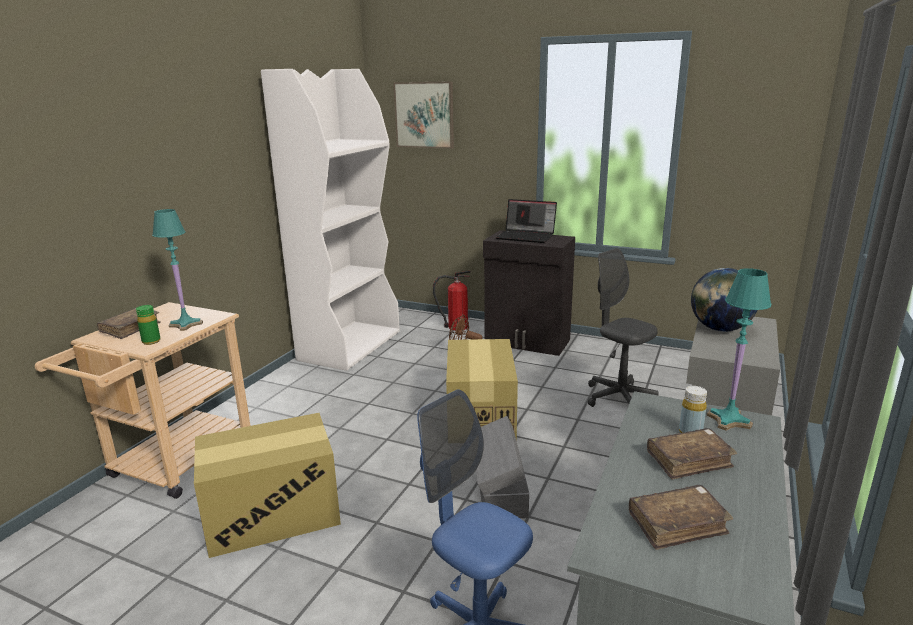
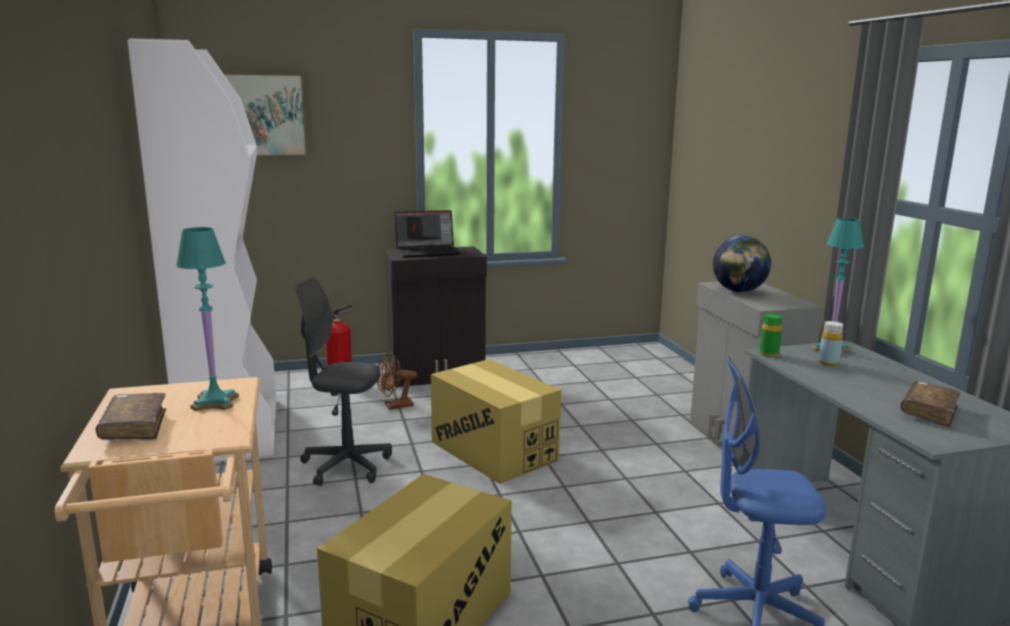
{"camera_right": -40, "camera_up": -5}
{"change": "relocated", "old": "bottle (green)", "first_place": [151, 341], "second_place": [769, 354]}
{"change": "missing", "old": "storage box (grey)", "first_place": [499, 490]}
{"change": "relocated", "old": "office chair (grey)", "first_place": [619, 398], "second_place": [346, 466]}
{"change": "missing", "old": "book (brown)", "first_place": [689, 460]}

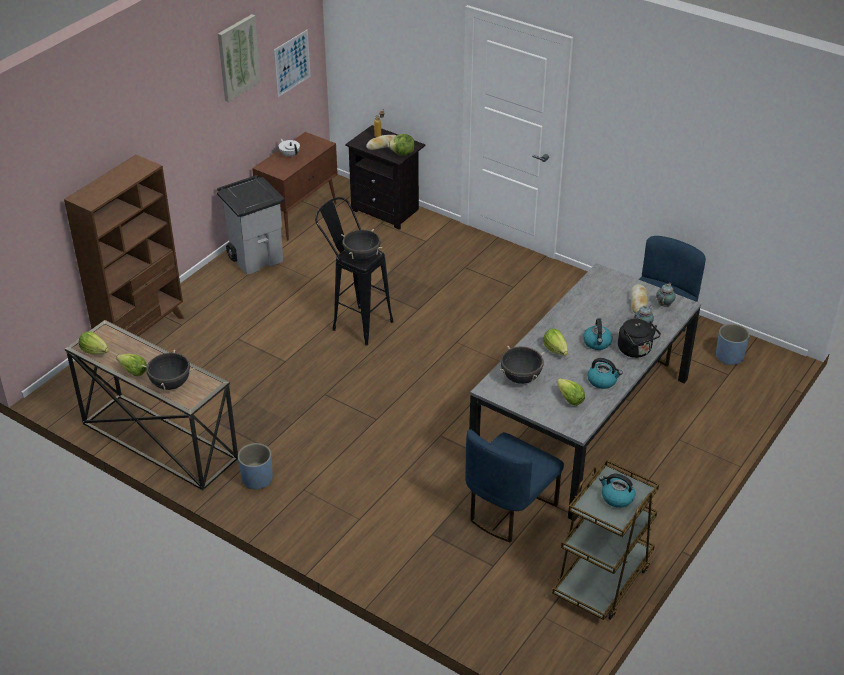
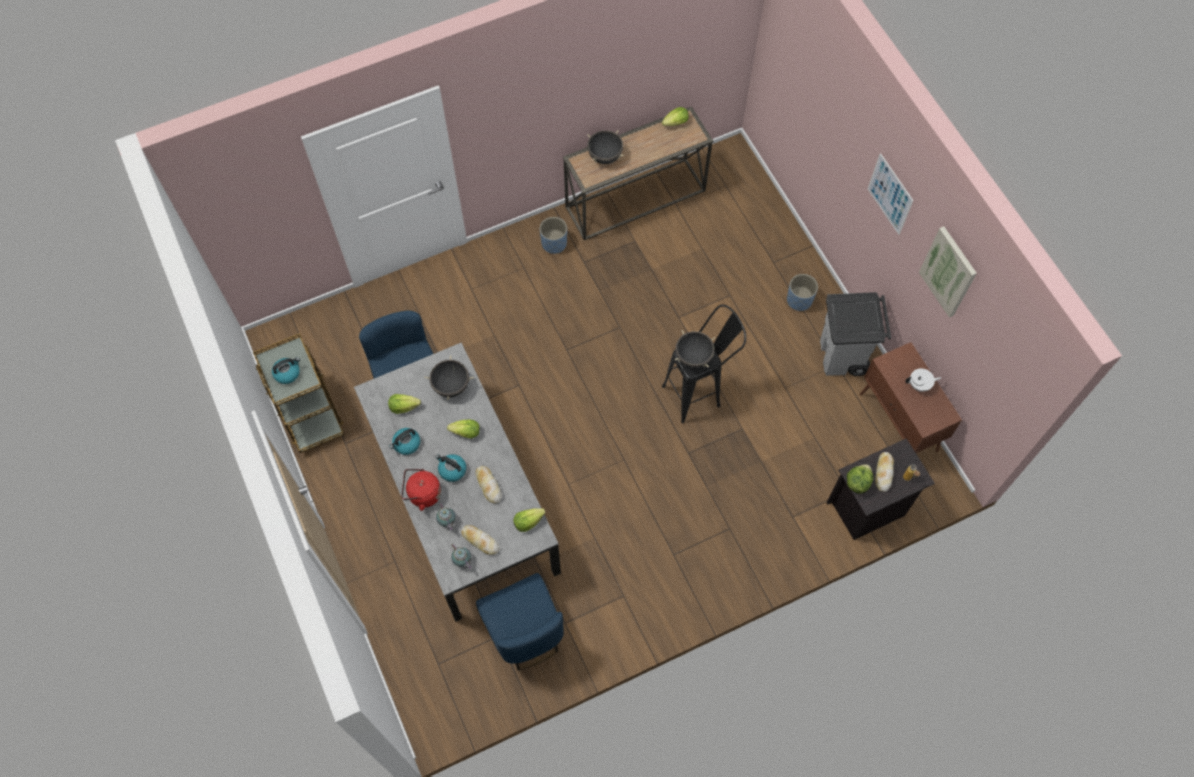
{"camera_right": 120, "camera_up": 25}
{"change": "missing", "old": "bookcase (brown)", "first_place": [142, 333]}
{"change": "relocated", "old": "lettuce", "first_place": [133, 372], "second_place": [528, 521]}
{"change": "relocated", "old": "picture", "first_place": [292, 63], "second_place": [890, 194]}
{"change": "colour", "old": "kettle (black)", "new": "kettle (red)", "first_place": [636, 351], "second_place": [422, 494]}
{"change": "relocated", "old": "planter (blue)", "first_place": [729, 356], "second_place": [799, 300]}
{"change": "appeared", "new": "bread", "second_place": [488, 485]}

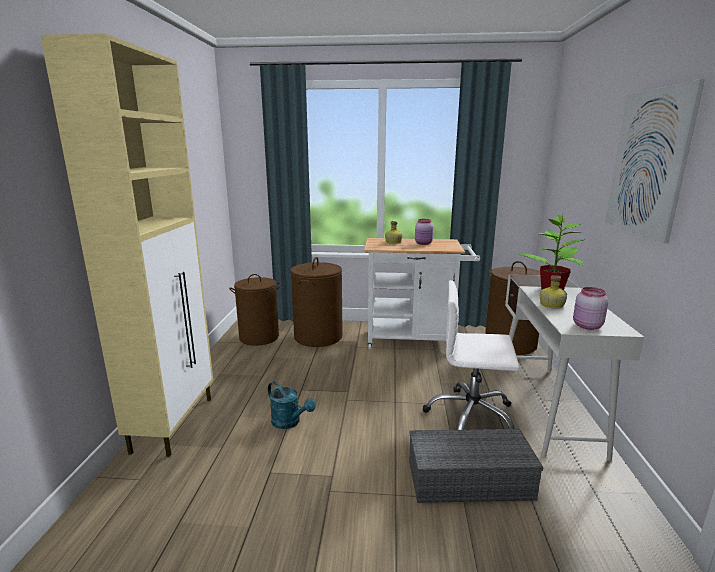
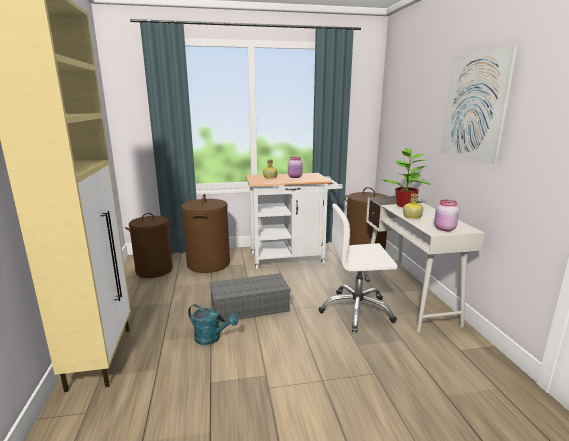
{"camera_right": -15, "camera_up": 0}
{"change": "relocated", "old": "storage box (grey)", "first_place": [470, 478], "second_place": [251, 306]}

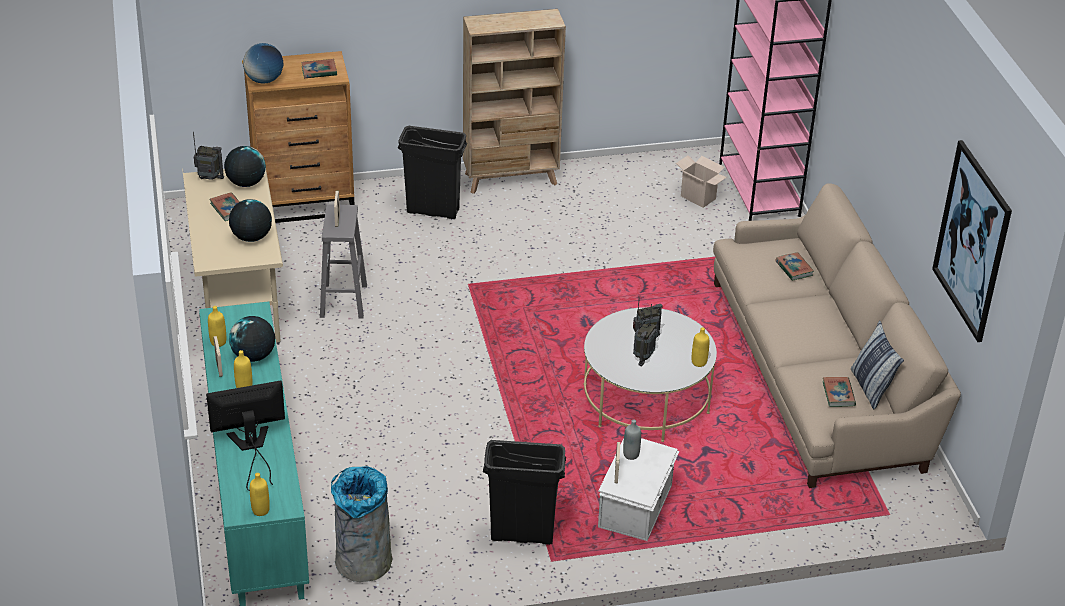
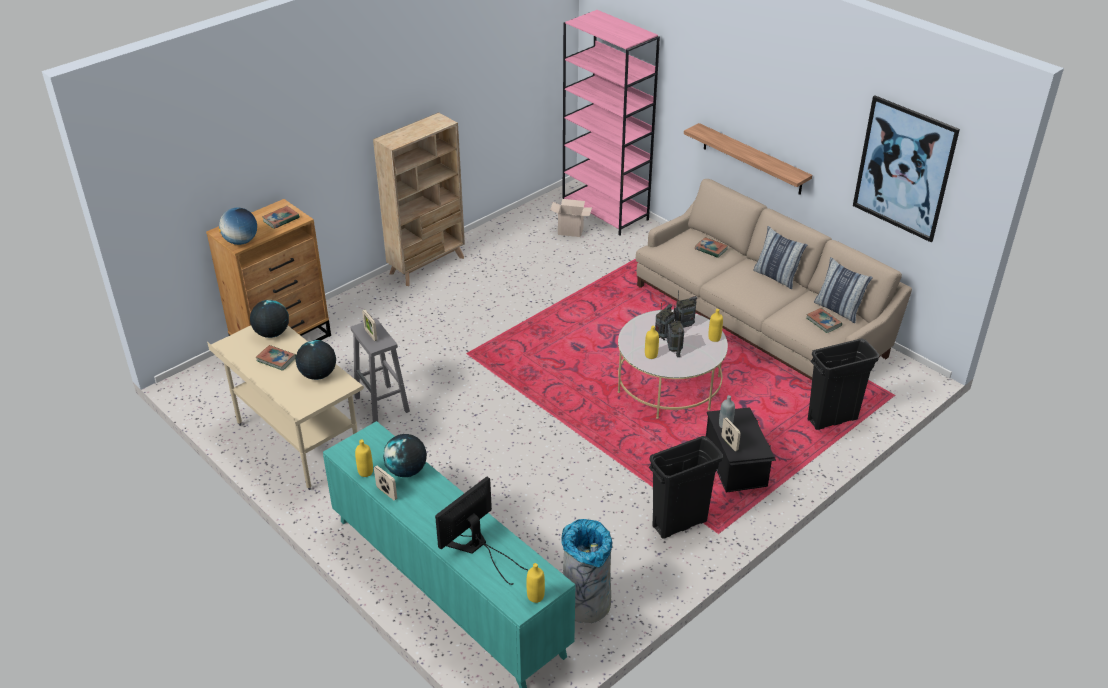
{"camera_right": -30, "camera_up": 0}
{"change": "relocated", "old": "radio", "first_place": [209, 178], "second_place": [684, 326]}
{"change": "relocated", "old": "bottle (yellow)", "first_place": [244, 387], "second_place": [651, 355]}
{"change": "relocated", "old": "trash can (black)", "first_place": [433, 211], "second_place": [832, 419]}
{"change": "colour", "old": "storage box (white)", "new": "storage box (black)", "first_place": [636, 506], "second_place": [736, 464]}
{"change": "appeared", "new": "shelf", "second_place": [752, 159]}
{"change": "appeared", "new": "pillow", "second_place": [776, 277]}

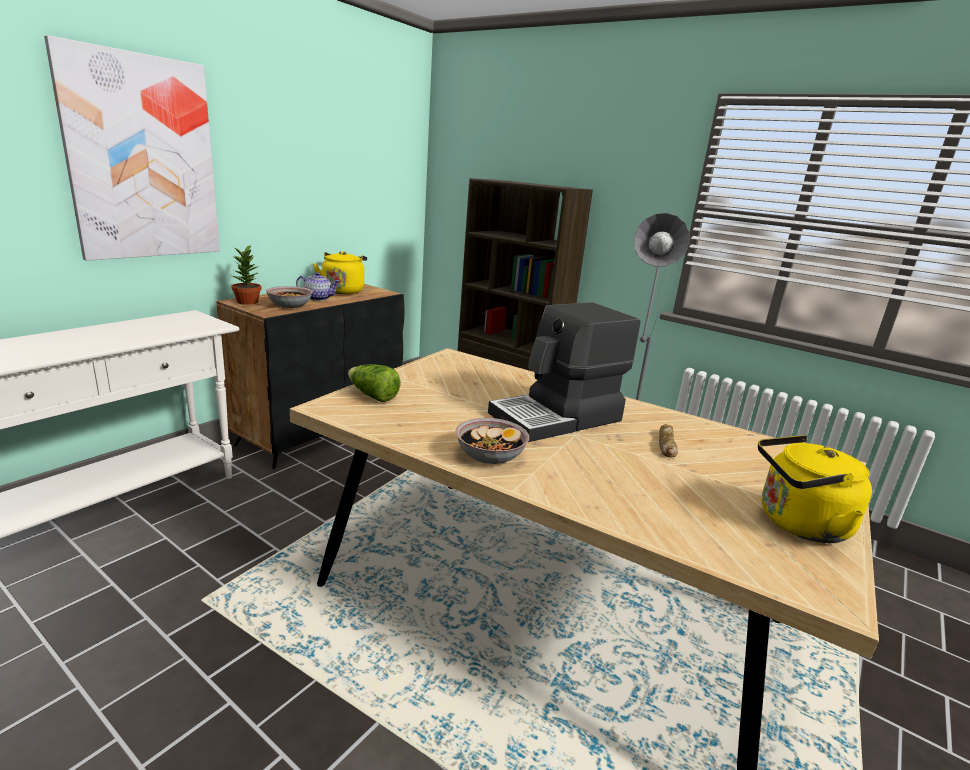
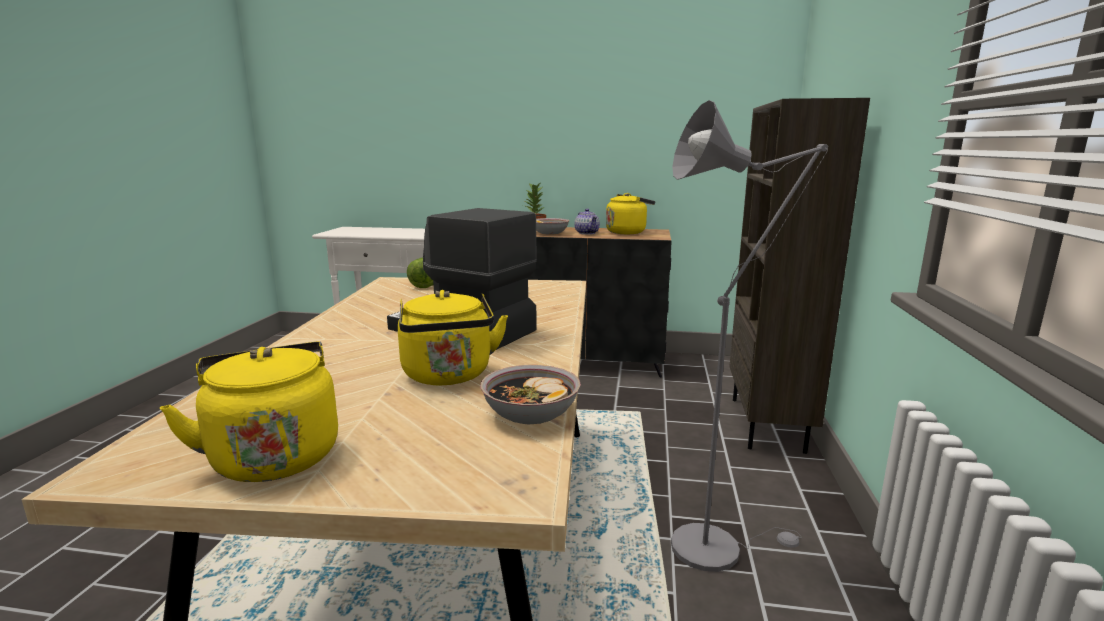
{"camera_right": 65, "camera_up": -5}
{"change": "missing", "old": "picture", "first_place": [143, 159]}
{"change": "relocated", "old": "bowl", "first_place": [490, 455], "second_place": [530, 414]}
{"change": "exchanged", "old": "bread", "new": "kettle (yellow)", "first_place": [666, 444], "second_place": [449, 376]}

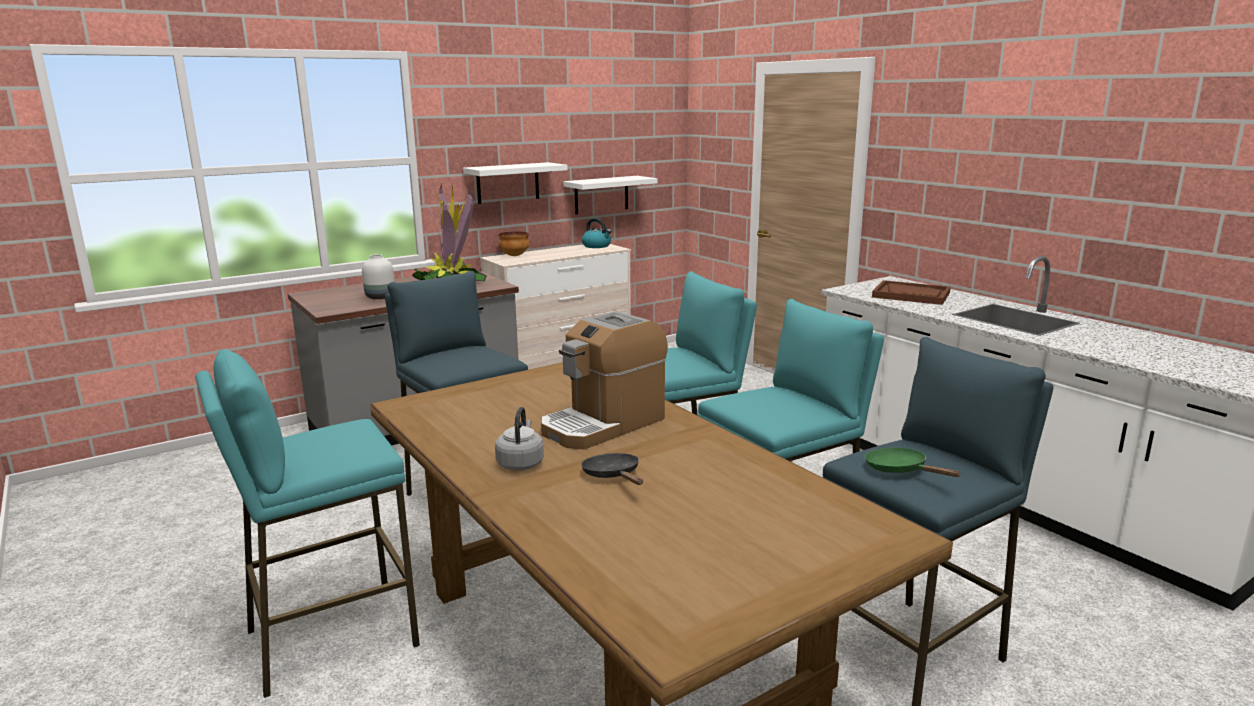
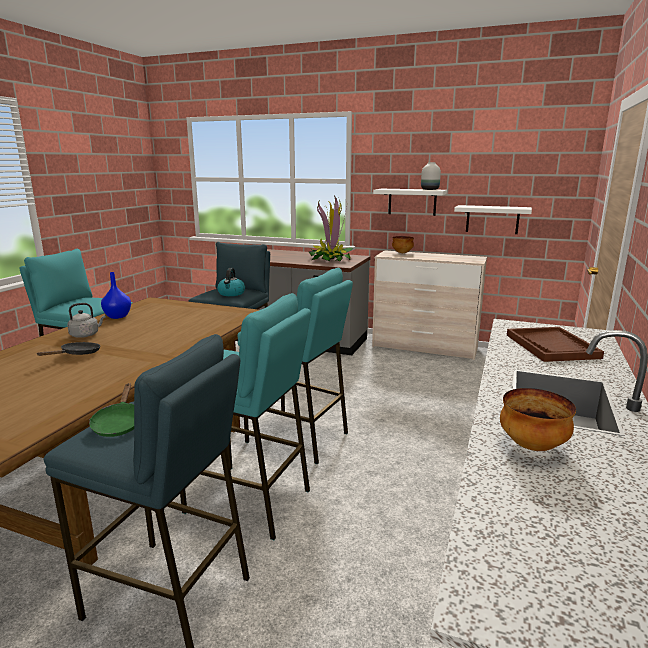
{"camera_right": 55, "camera_up": 0}
{"change": "relocated", "old": "vase (white)", "first_place": [380, 297], "second_place": [430, 189]}
{"change": "missing", "old": "coffee machine", "first_place": [603, 424]}
{"change": "relocated", "old": "kettle", "first_place": [597, 246], "second_place": [231, 293]}
{"change": "spun", "old": "frying pan (green)", "first_place": [900, 470], "second_place": [119, 423], "degrees": 150}
{"change": "appeared", "new": "vase (blue)", "second_place": [118, 316]}
{"change": "appeared", "new": "bowl", "second_place": [533, 446]}

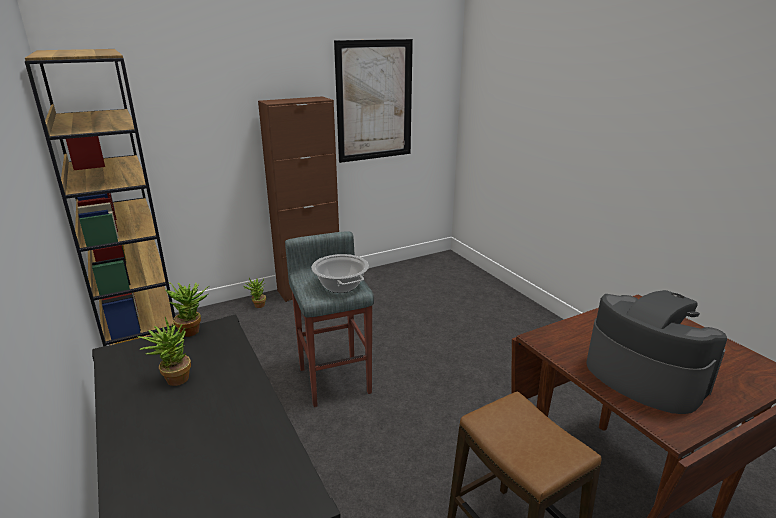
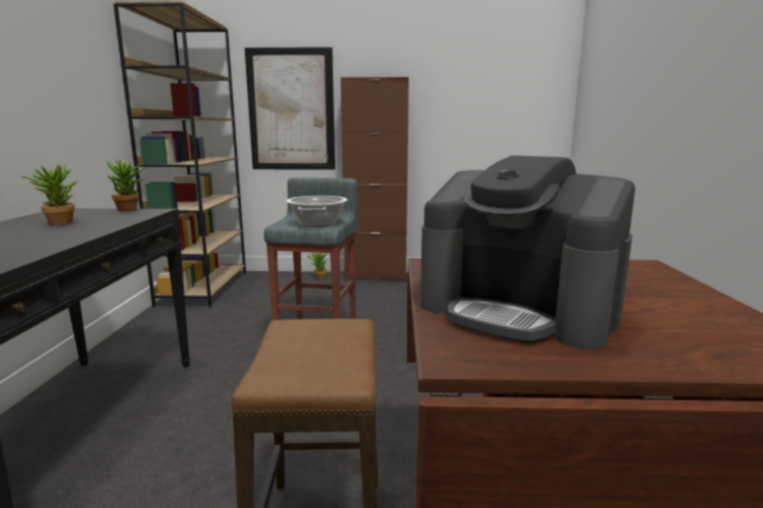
{"camera_right": 30, "camera_up": -10}
{"change": "relocated", "old": "picture", "first_place": [374, 101], "second_place": [291, 110]}
{"change": "spun", "old": "coffee machine", "first_place": [644, 376], "second_place": [518, 310], "degrees": 135}

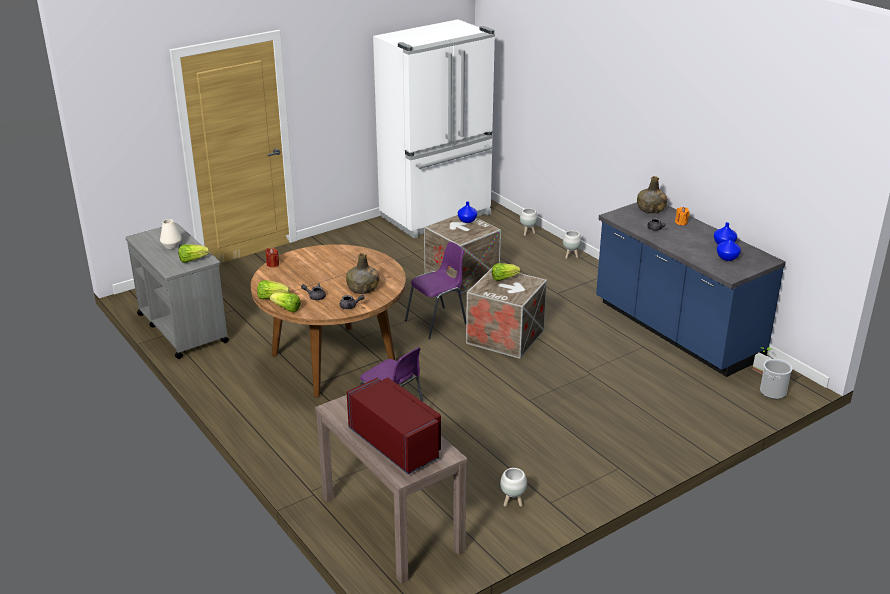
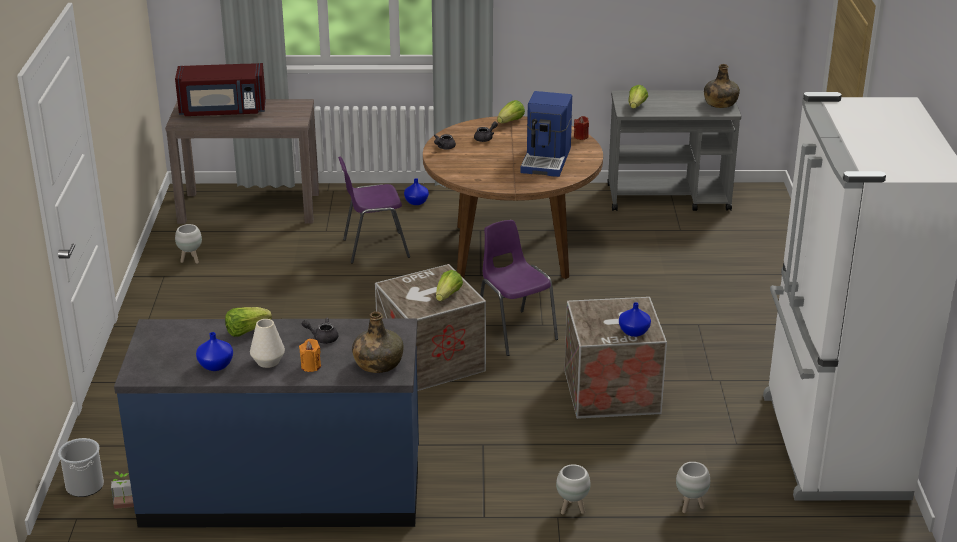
{"camera_right": 125, "camera_up": 0}
{"change": "relocated", "old": "vase (white)", "first_place": [171, 246], "second_place": [268, 362]}
{"change": "relocated", "old": "lettuce", "first_place": [286, 309], "second_place": [246, 331]}
{"change": "relocated", "old": "bottle (green)", "first_place": [363, 288], "second_place": [720, 103]}
{"change": "spun", "old": "chair (purple)", "first_place": [437, 322], "second_place": [515, 331], "degrees": 150}
{"change": "relocated", "old": "vase (blue)", "first_place": [727, 258], "second_place": [416, 202]}
{"change": "appeared", "new": "coffee machine", "second_place": [547, 160]}

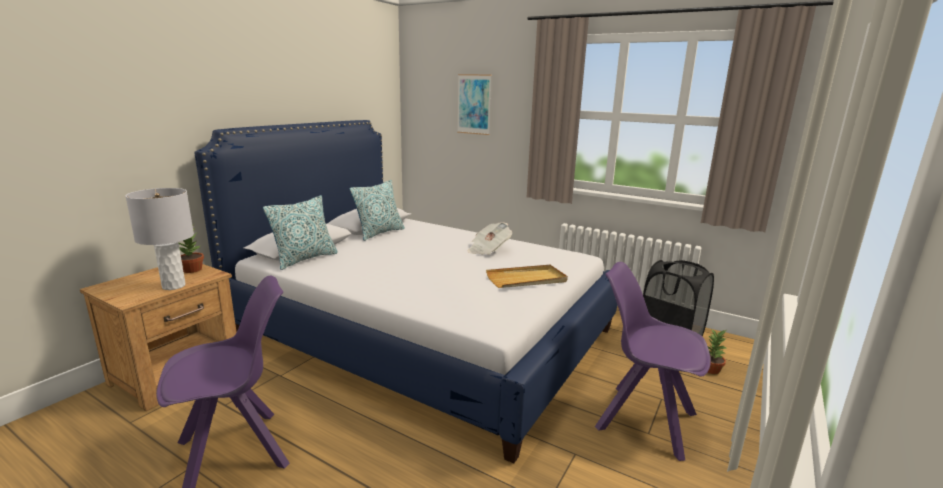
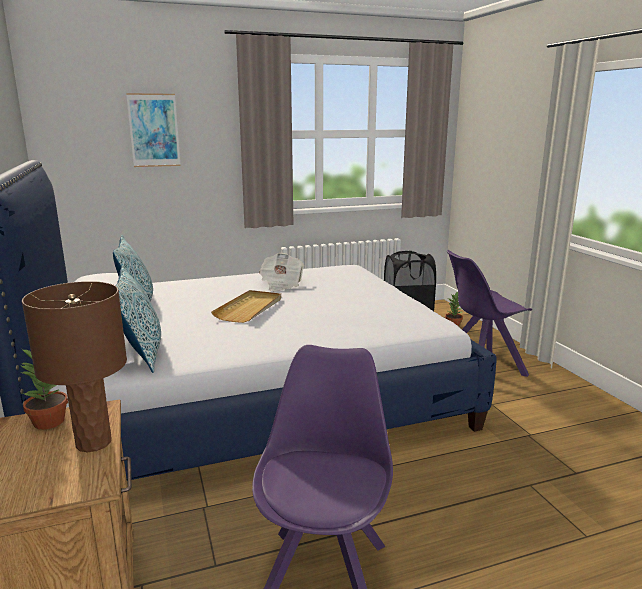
{"camera_right": -50, "camera_up": 0}
{"change": "colour", "old": "table lamp (grey)", "new": "table lamp (brown)", "first_place": [174, 286], "second_place": [94, 442]}
{"change": "relocated", "old": "tray (beige)", "first_place": [527, 279], "second_place": [249, 308]}

